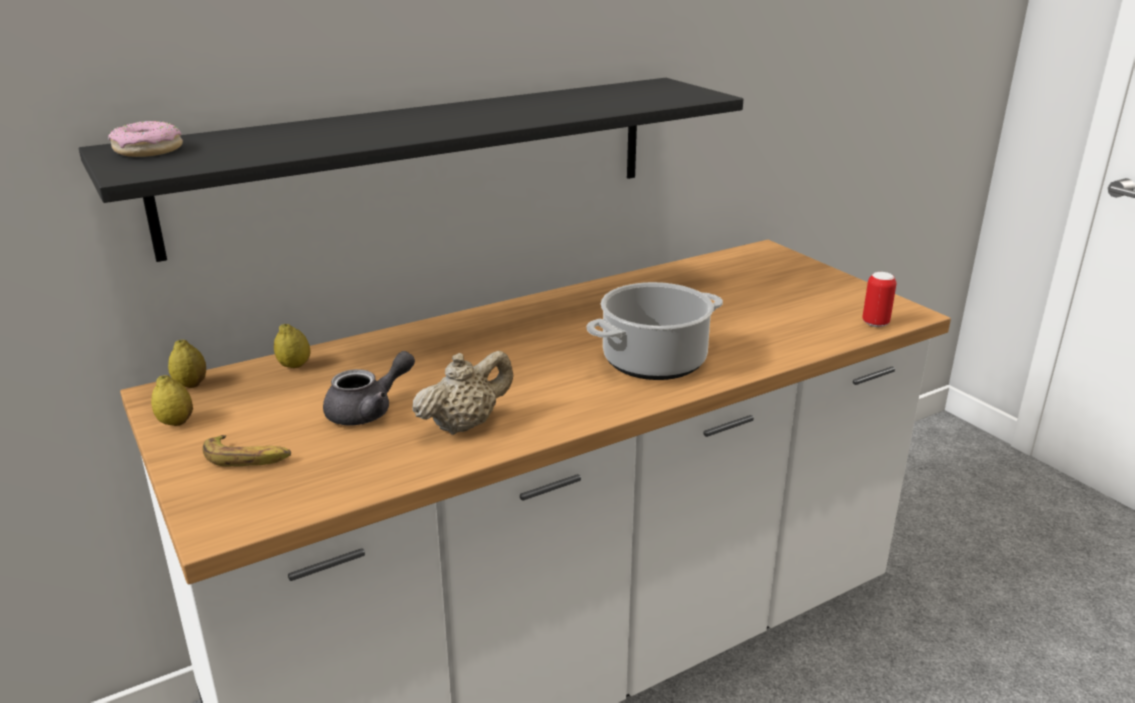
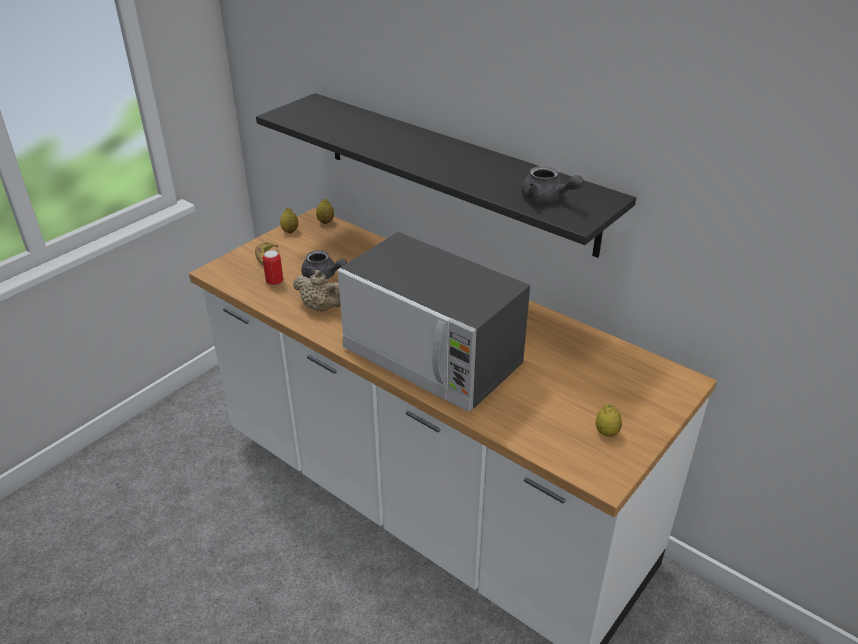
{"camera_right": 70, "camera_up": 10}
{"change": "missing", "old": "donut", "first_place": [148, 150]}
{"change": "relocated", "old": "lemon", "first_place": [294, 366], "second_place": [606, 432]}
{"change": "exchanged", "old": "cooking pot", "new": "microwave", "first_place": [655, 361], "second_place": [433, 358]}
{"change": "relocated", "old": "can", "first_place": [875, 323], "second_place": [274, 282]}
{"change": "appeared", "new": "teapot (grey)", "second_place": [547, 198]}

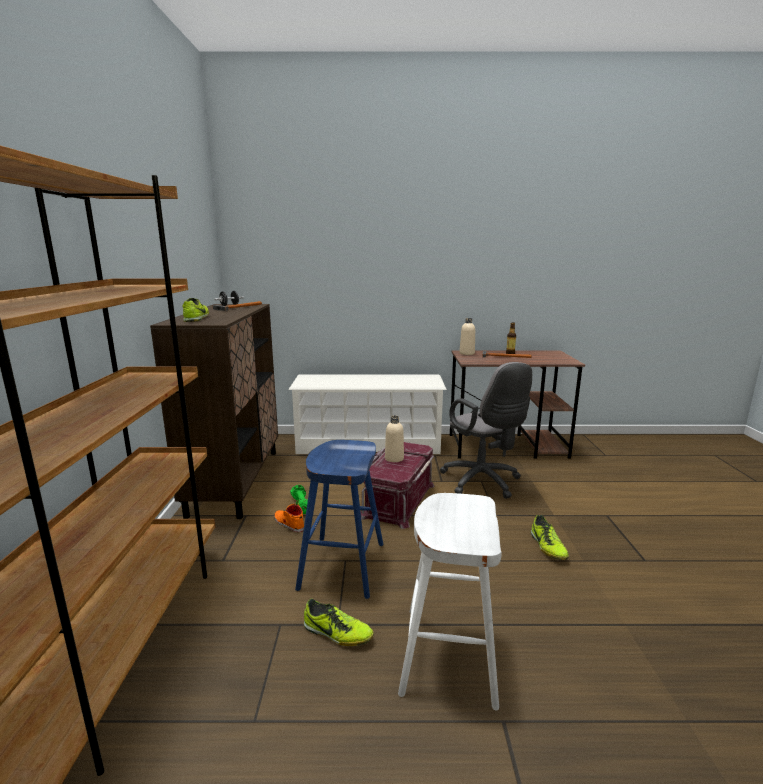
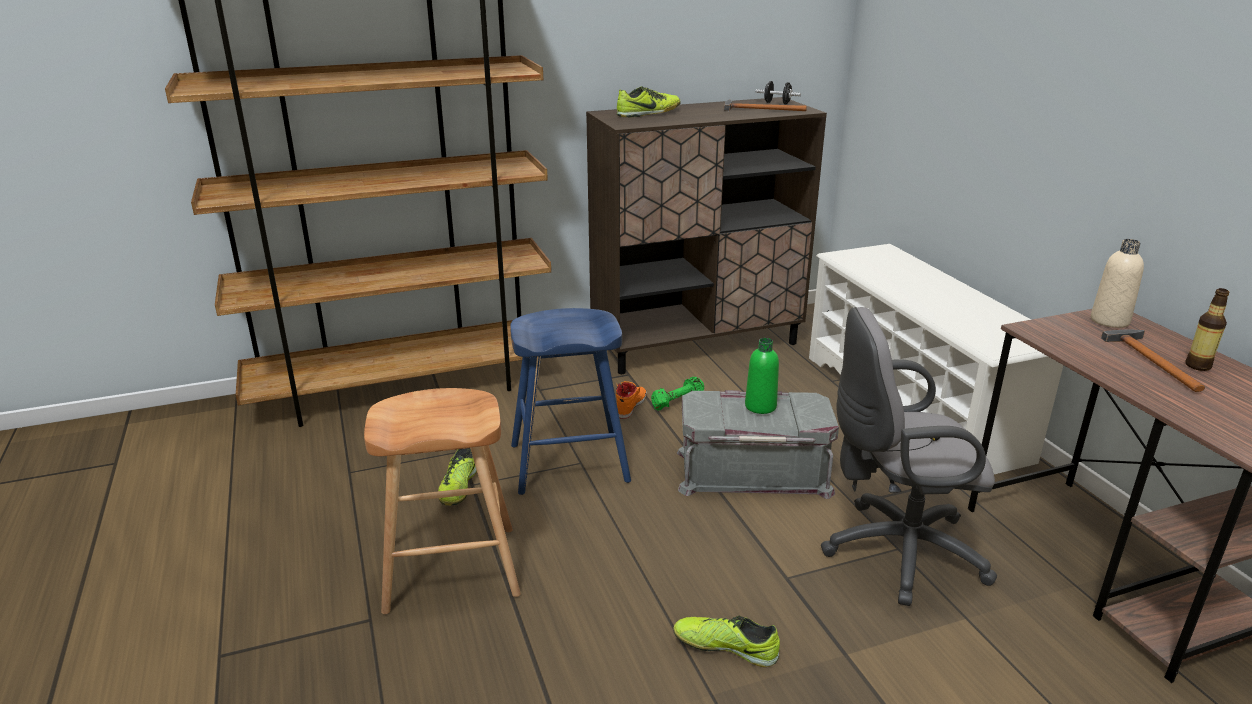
{"camera_right": 70, "camera_up": 10}
{"change": "colour", "old": "storage box (red)", "new": "storage box (grey)", "first_place": [397, 500], "second_place": [753, 471]}
{"change": "colour", "old": "bottle (beige)", "new": "bottle (green)", "first_place": [394, 458], "second_place": [760, 406]}
{"change": "colour", "old": "stool (white)", "new": "stool (brown)", "first_place": [449, 655], "second_place": [450, 569]}
{"change": "spun", "old": "office chair (grey)", "first_place": [483, 482], "second_place": [895, 552], "degrees": 45}
{"change": "spun", "old": "shoe", "first_place": [547, 547], "second_place": [725, 647], "degrees": 45}

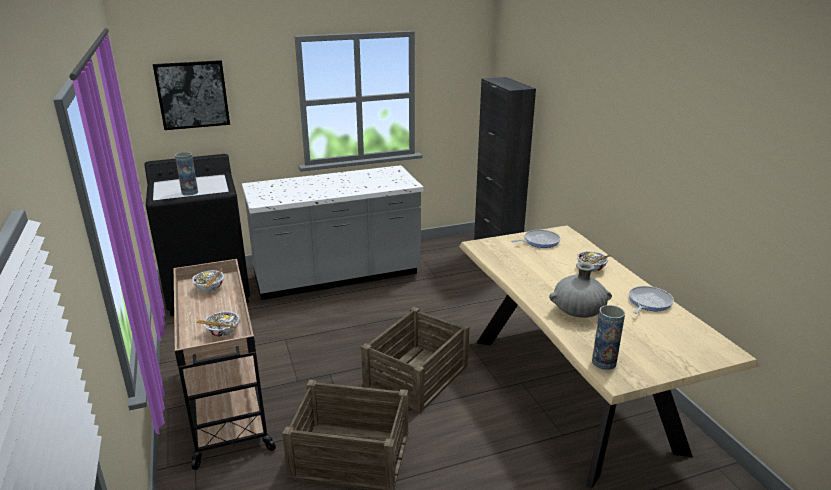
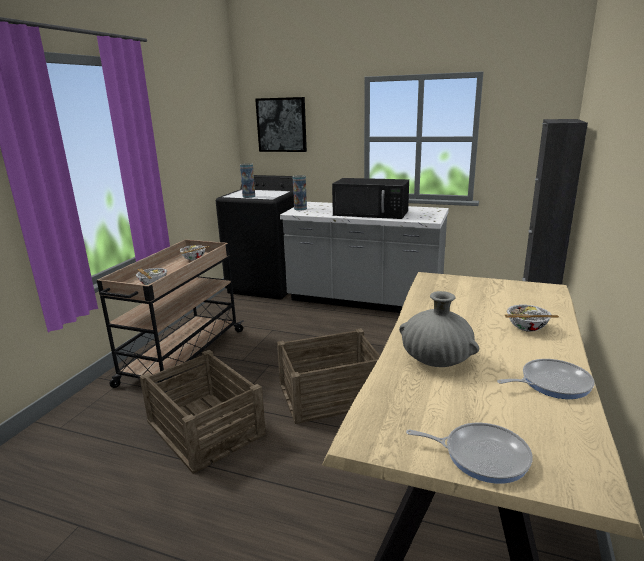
{"camera_right": 40, "camera_up": -5}
{"change": "relocated", "old": "frying pan", "first_place": [539, 241], "second_place": [481, 455]}
{"change": "relocated", "old": "vase", "first_place": [604, 362], "second_place": [300, 209]}
{"change": "appeared", "new": "microwave (black)", "second_place": [372, 213]}

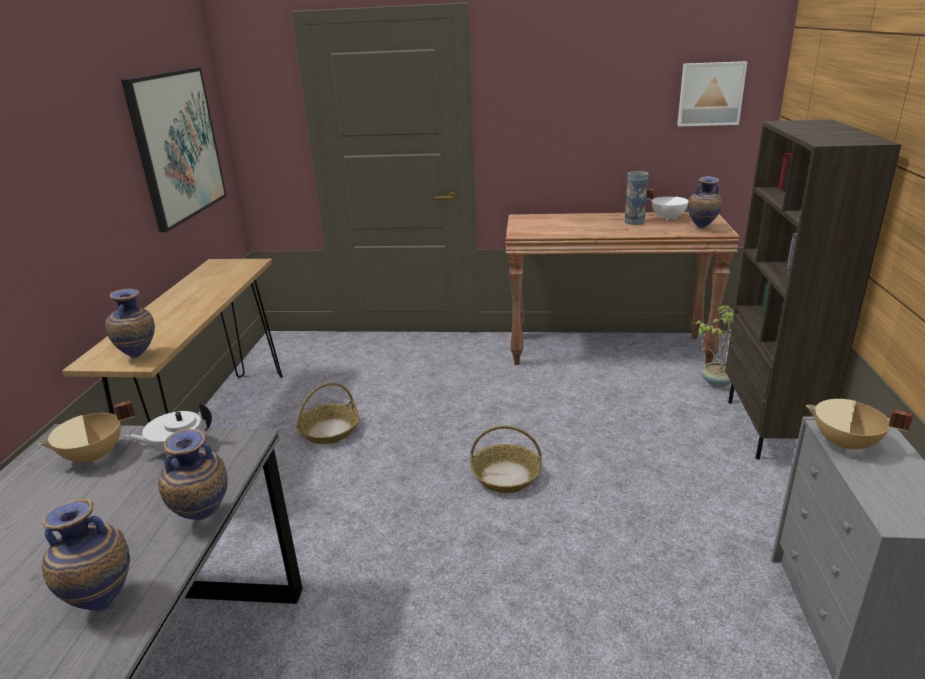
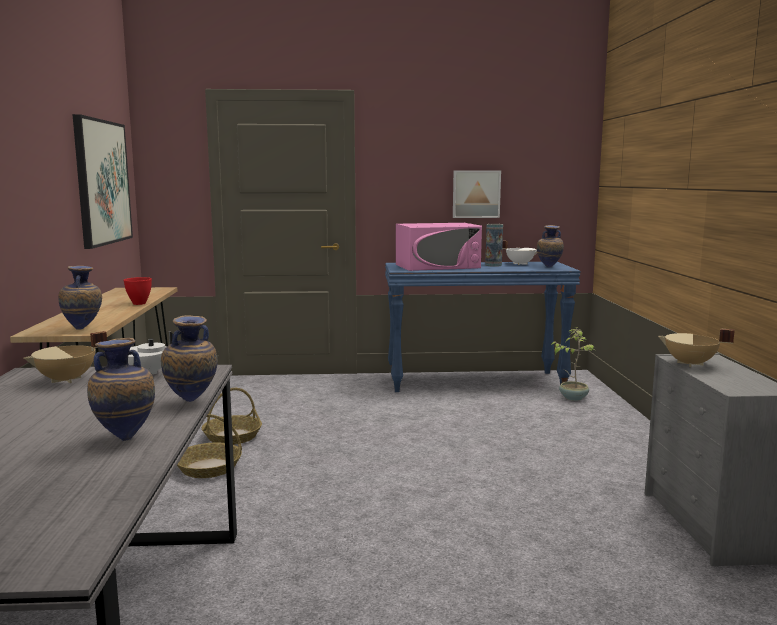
{"camera_right": -10, "camera_up": -15}
{"change": "relocated", "old": "basket", "first_place": [506, 476], "second_place": [209, 468]}
{"change": "colour", "old": "console table (brown)", "new": "console table (blue)", "first_place": [608, 350], "second_place": [475, 381]}
{"change": "relocated", "old": "picture", "first_place": [710, 94], "second_place": [476, 194]}
{"change": "missing", "old": "bookcase (brown)", "first_place": [768, 429]}
{"change": "appeared", "new": "bowl (red)", "second_place": [138, 303]}
{"change": "appeared", "new": "microwave (pink)", "second_place": [437, 266]}

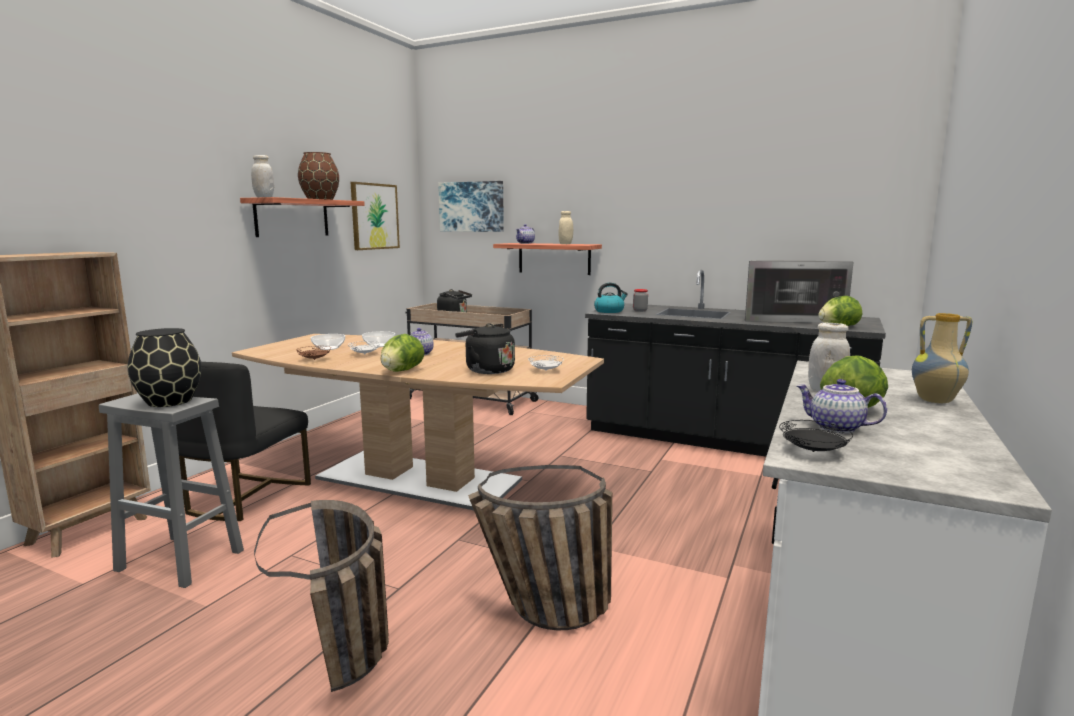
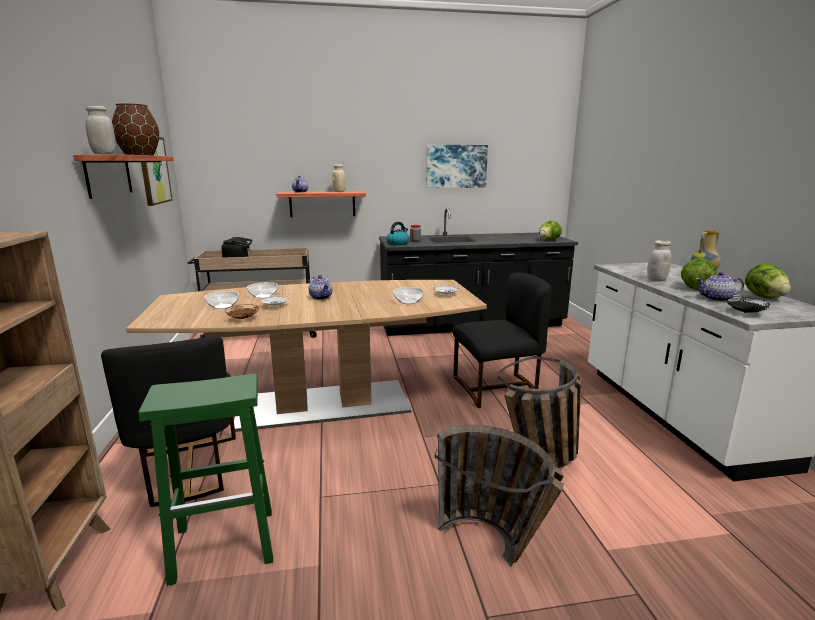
{"camera_right": -35, "camera_up": 5}
{"change": "colour", "old": "stool (grey)", "new": "stool (green)", "first_place": [182, 560], "second_place": [226, 544]}
{"change": "missing", "old": "vase (black)", "first_place": [170, 401]}
{"change": "relocated", "old": "lettuce", "first_place": [401, 371], "second_place": [764, 297]}
{"change": "relocated", "old": "picture", "first_place": [472, 207], "second_place": [456, 166]}
{"change": "exchanged", "old": "kettle (black)", "new": "bowl", "first_place": [486, 370], "second_place": [408, 301]}
{"change": "missing", "old": "microwave", "first_place": [789, 318]}
{"change": "appeared", "new": "chair (black)", "second_place": [496, 388]}

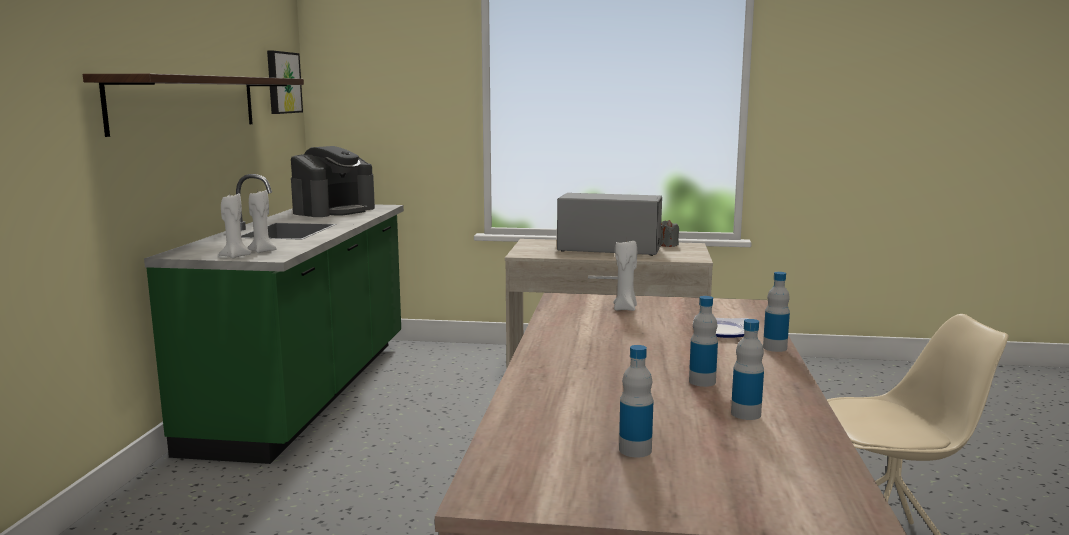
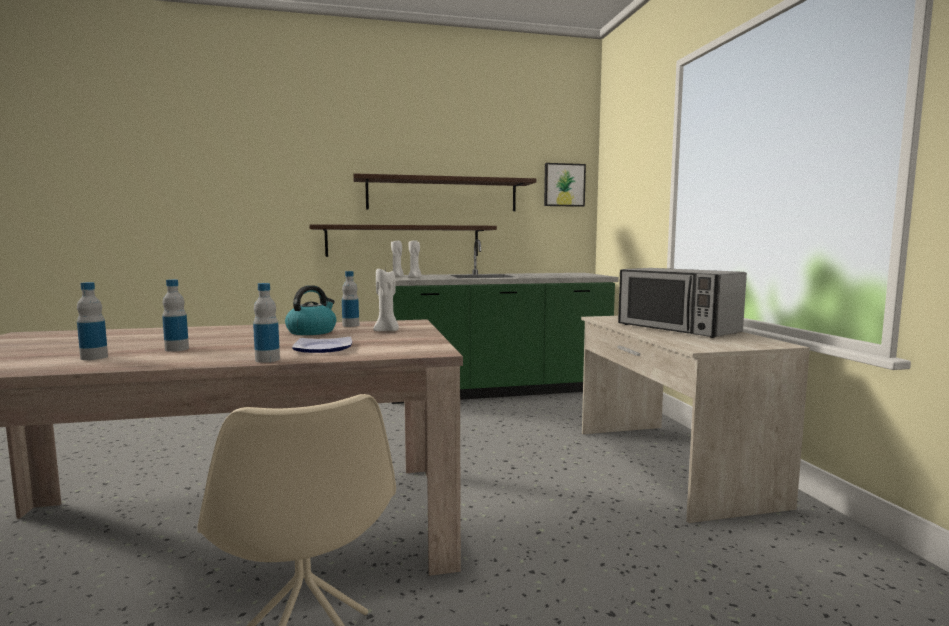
{"camera_right": 70, "camera_up": -5}
{"change": "missing", "old": "coffee machine", "first_place": [334, 210]}
{"change": "spun", "old": "microwave", "first_place": [609, 249], "second_place": [677, 328], "degrees": 150}
{"change": "relocated", "old": "bottle", "first_place": [635, 450], "second_place": [350, 325]}
{"change": "missing", "old": "candle (grey)", "first_place": [668, 245]}
{"change": "appeared", "new": "kettle", "second_place": [312, 331]}
{"change": "appeared", "new": "shelf", "second_place": [403, 241]}

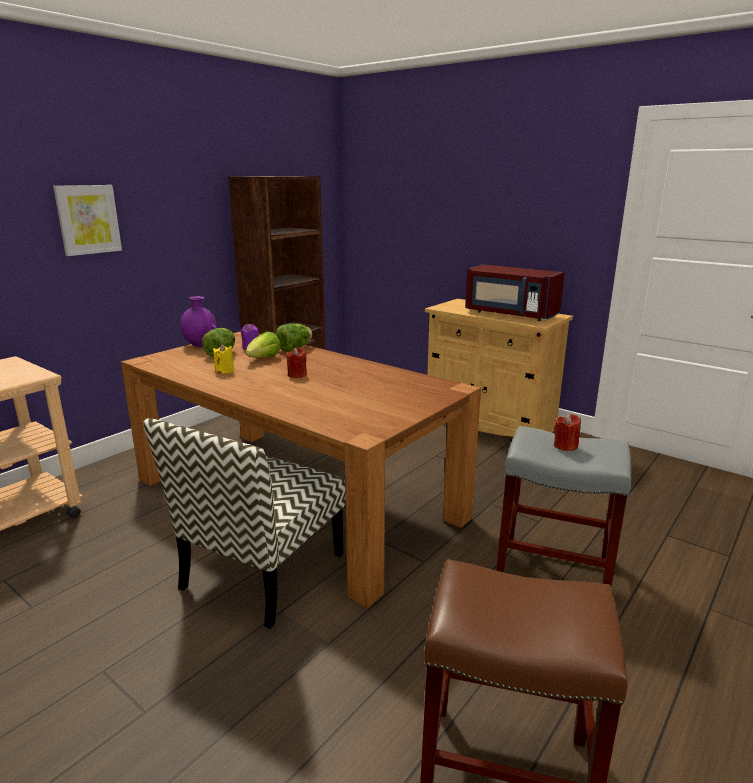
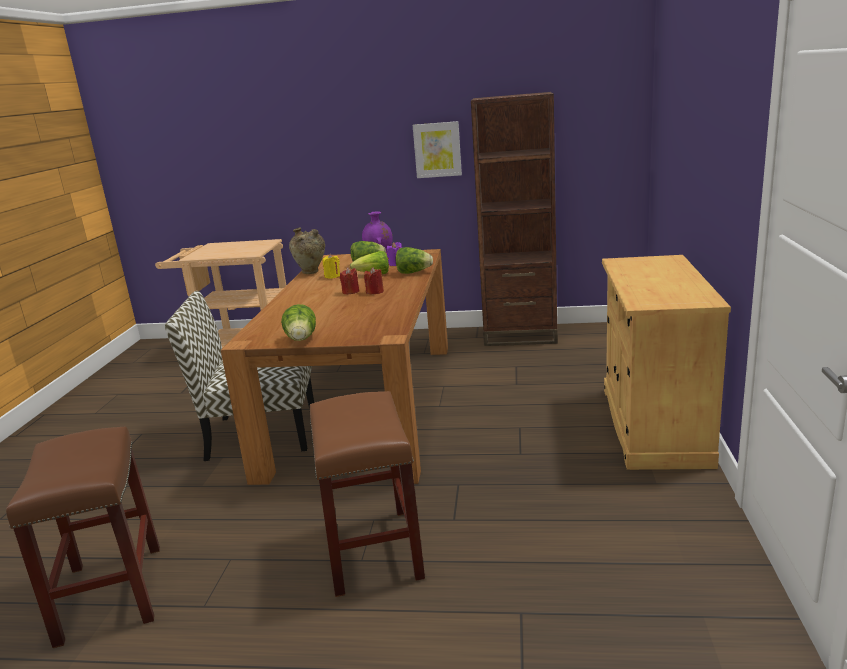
{"camera_right": 60, "camera_up": 0}
{"change": "relocated", "old": "picture", "first_place": [88, 219], "second_place": [437, 150]}
{"change": "missing", "old": "microwave (red)", "first_place": [510, 314]}
{"change": "colour", "old": "stool (grey)", "new": "stool (brown)", "first_place": [552, 568], "second_place": [372, 550]}
{"change": "relocated", "old": "candle (red)", "first_place": [565, 446], "second_place": [375, 292]}
{"change": "appeared", "new": "lettuce", "second_place": [301, 340]}
{"change": "appeared", "new": "vase (beige)", "second_place": [311, 272]}

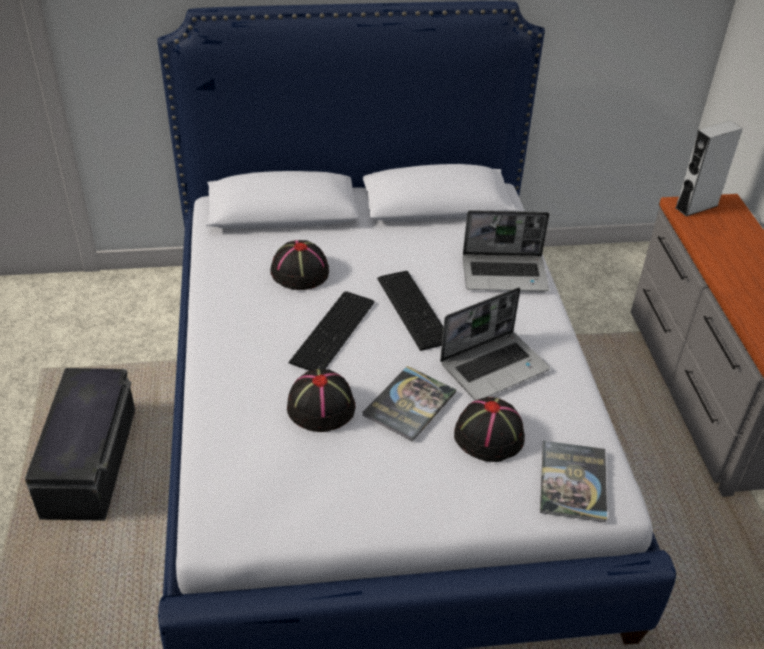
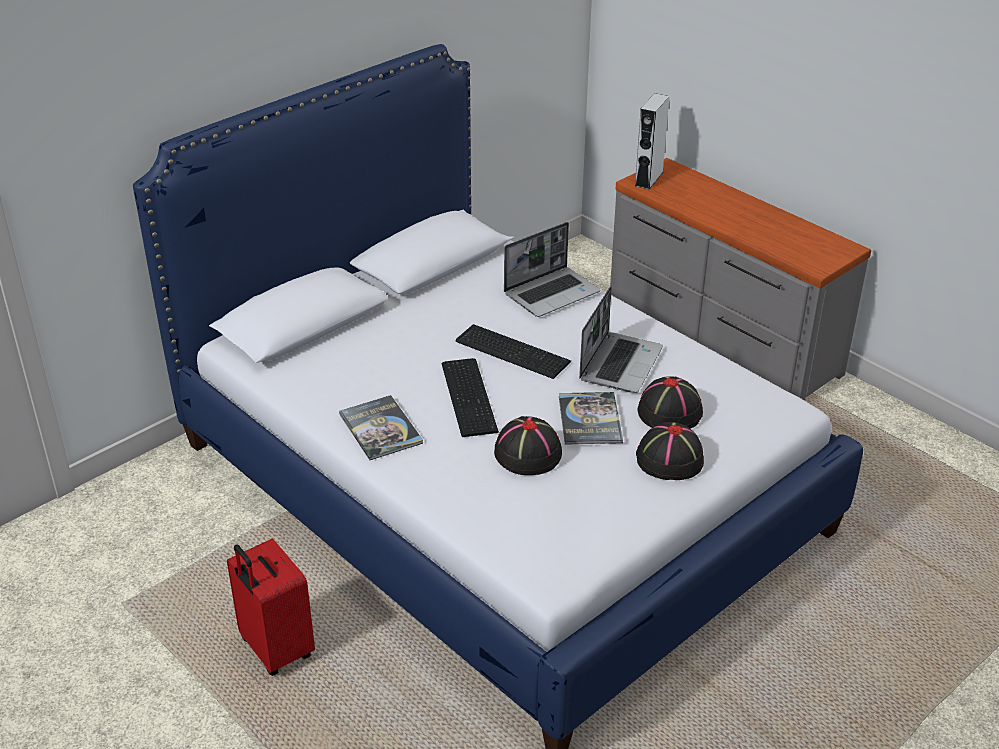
{"camera_right": -35, "camera_up": -5}
{"change": "exchanged", "old": "storage box (black)", "new": "suitcase (red)", "first_place": [92, 462], "second_place": [275, 650]}
{"change": "relocated", "old": "hat (black)", "first_place": [299, 272], "second_place": [669, 459]}
{"change": "relocated", "old": "book", "first_place": [573, 481], "second_place": [380, 428]}

